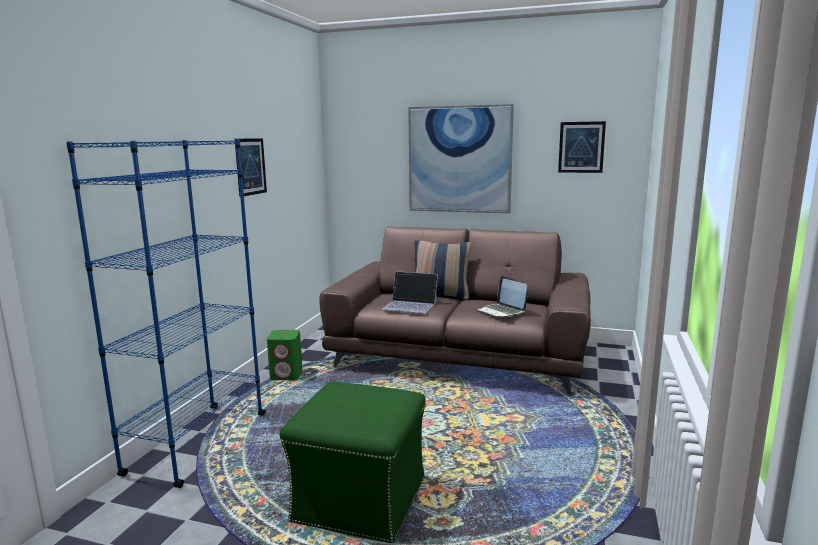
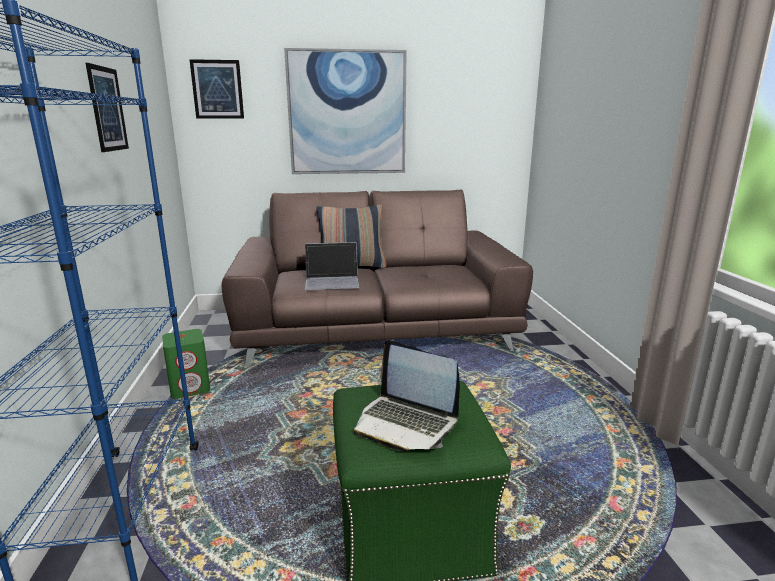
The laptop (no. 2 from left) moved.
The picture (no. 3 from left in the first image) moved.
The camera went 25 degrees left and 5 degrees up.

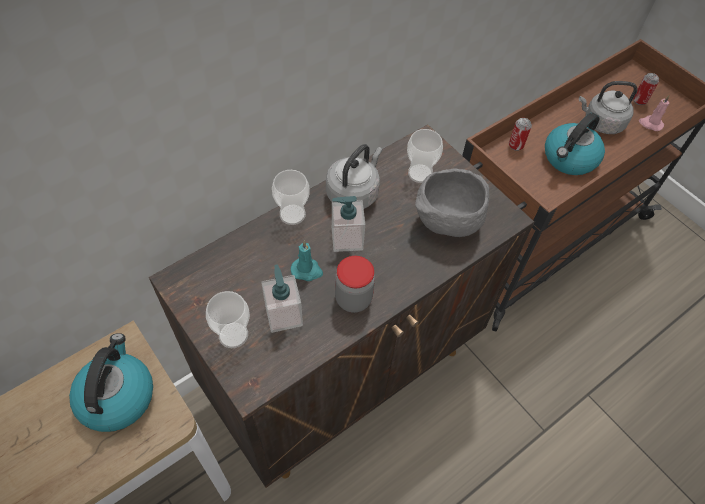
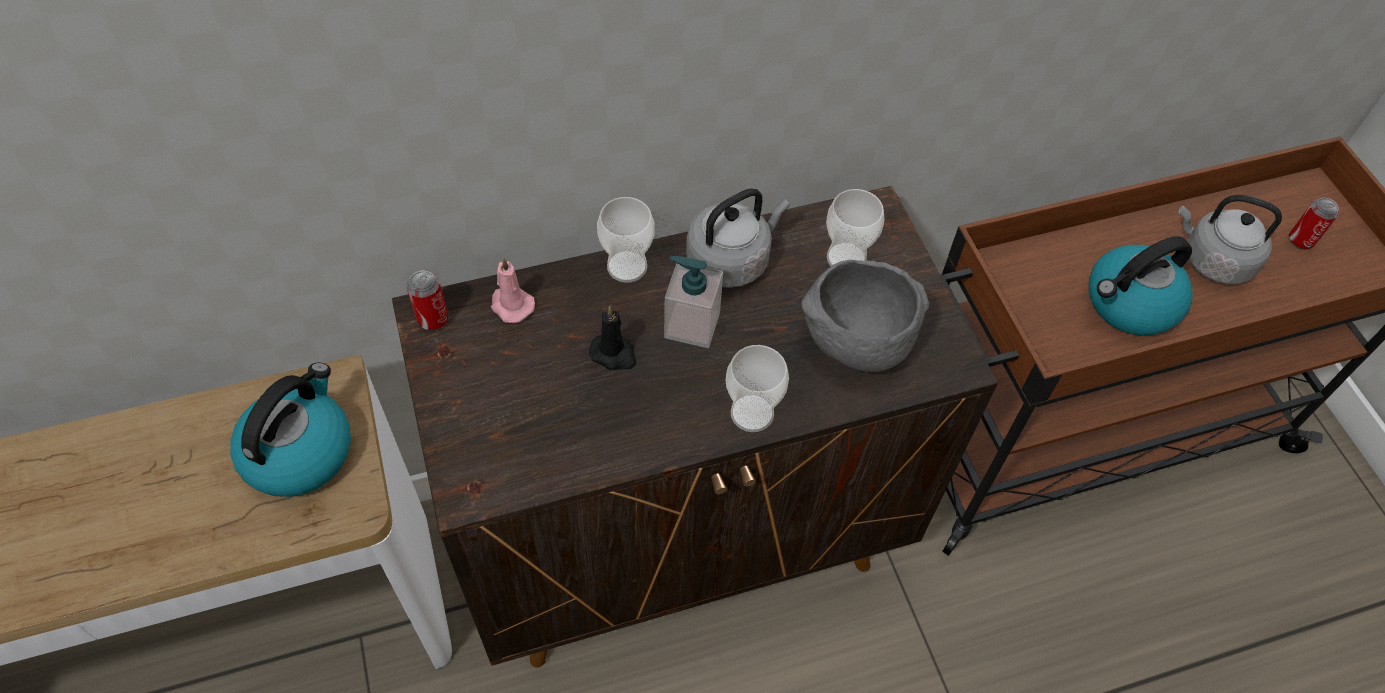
The cup (no. 1 from left in the first image) moved.
The soap dispenser (no. 1 from left) disappeared.
The candle in turquoise became the candle in black.
The jar disappeared.
The can (no. 1 from left) moved.
The candle in pink moved.
The camera went 20 degrees right and 0 degrees up.

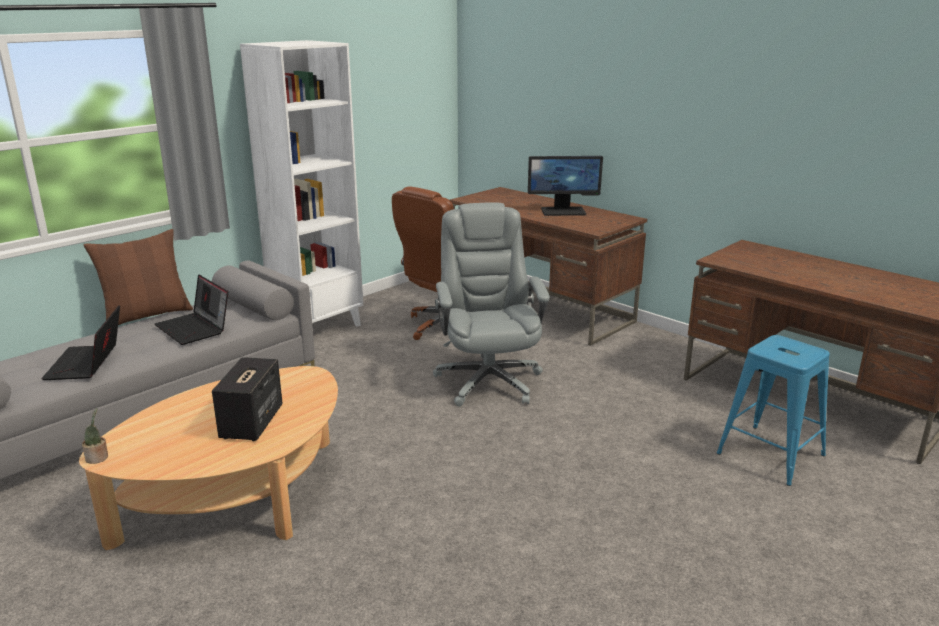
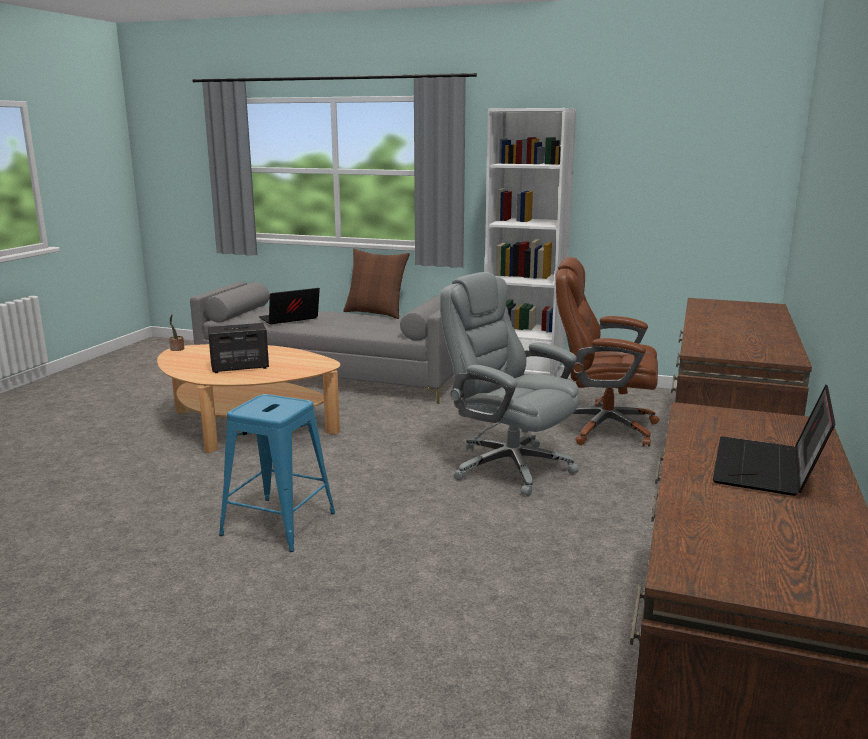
The laptop (no. 2 from left) moved.
The office chair in grey turned 105 degrees counterclockwise.
The monitor disappeared.
The stool in blue moved.
The camera went 65 degrees right and 5 degrees down.

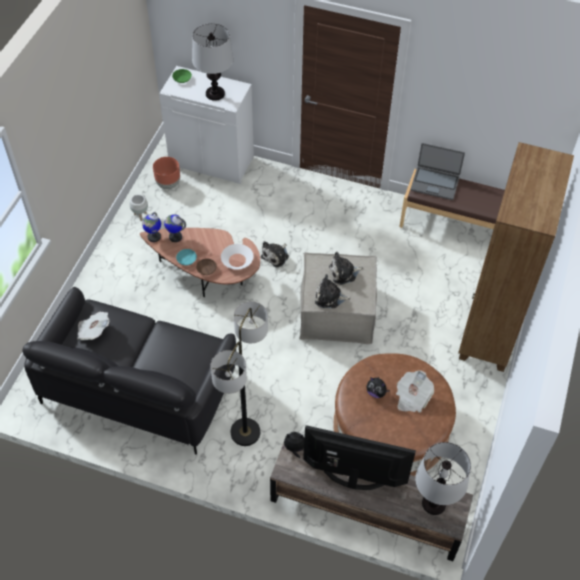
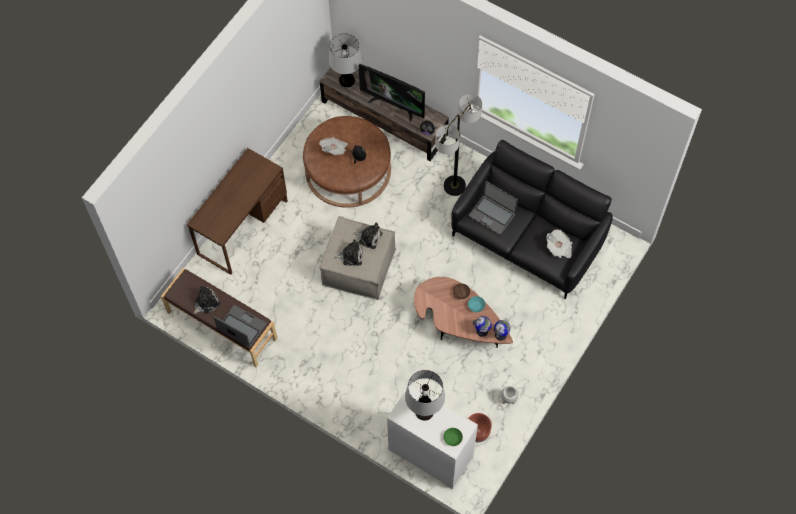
The bowl in white disappeared.
The plush toy (no. 1 from left) moved.
The bookcase in brown was replaced by the desk in brown.
The laptop (no. 2 from left) appeared.
The camera went 165 degrees left and 10 degrees up.

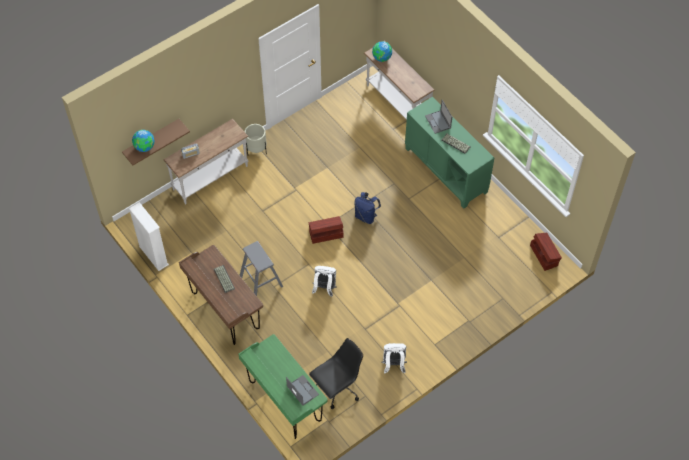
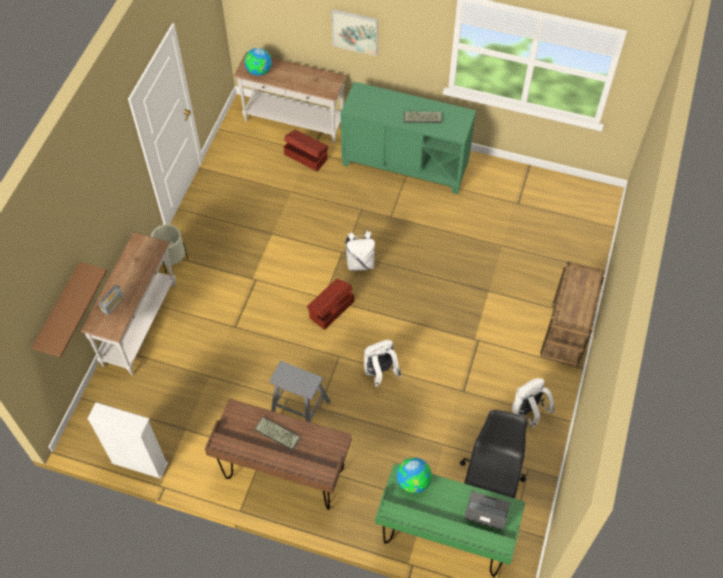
The globe (no. 1 from left in the first image) moved.
The backpack in blue became the backpack in white (no. 1 from left).
The laptop (no. 2 from left) disappeared.
The storage box in brown (no. 2 from left in the first image) moved.
The picture appeared.
The cart in brown appeared.
The camera went 35 degrees left and 0 degrees up.

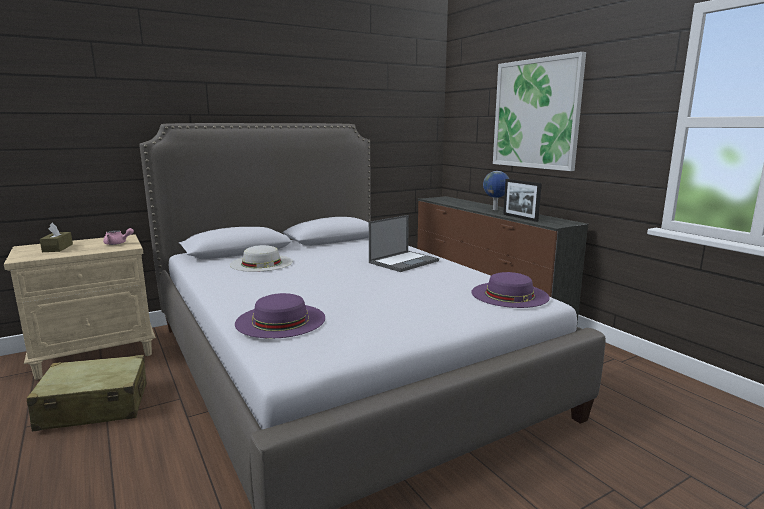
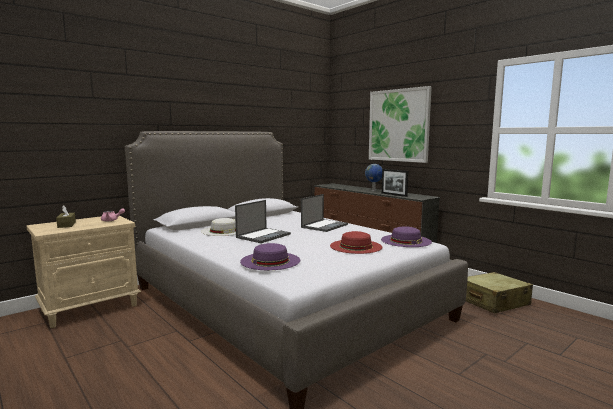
The suitcase in beige moved.
The laptop (no. 1 from left) appeared.
The hat in red appeared.
The camera went 10 degrees left and 5 degrees down.

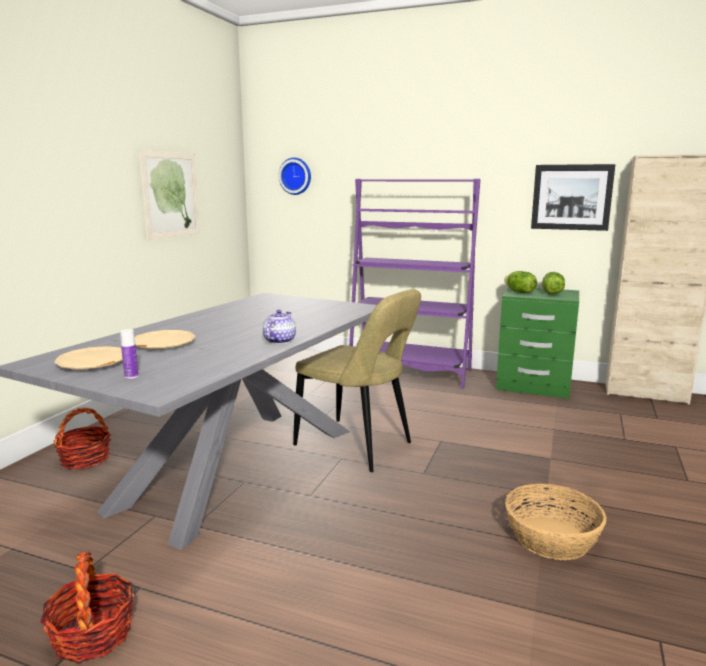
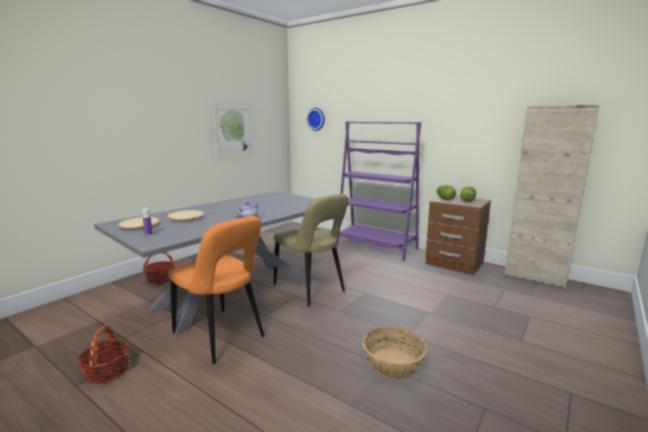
The nightstand in green became the nightstand in brown.
The picture (no. 2 from left) disappeared.
The chair in orange appeared.
The camera went 15 degrees right and 0 degrees up.

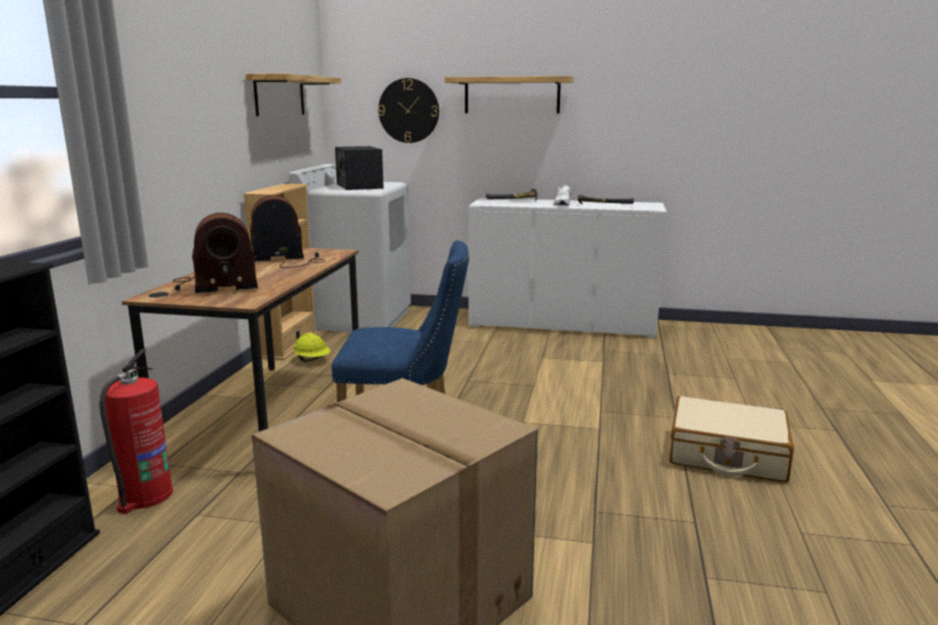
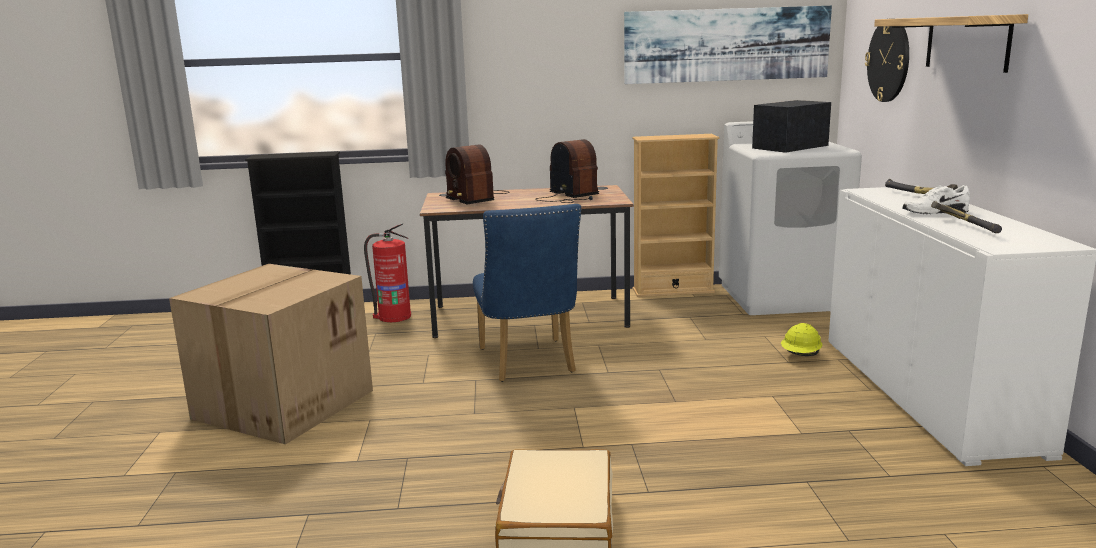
The shelf (no. 1 from left) was replaced by the picture.
The hard hat in yellow moved.
The camera went 75 degrees right and 0 degrees up.

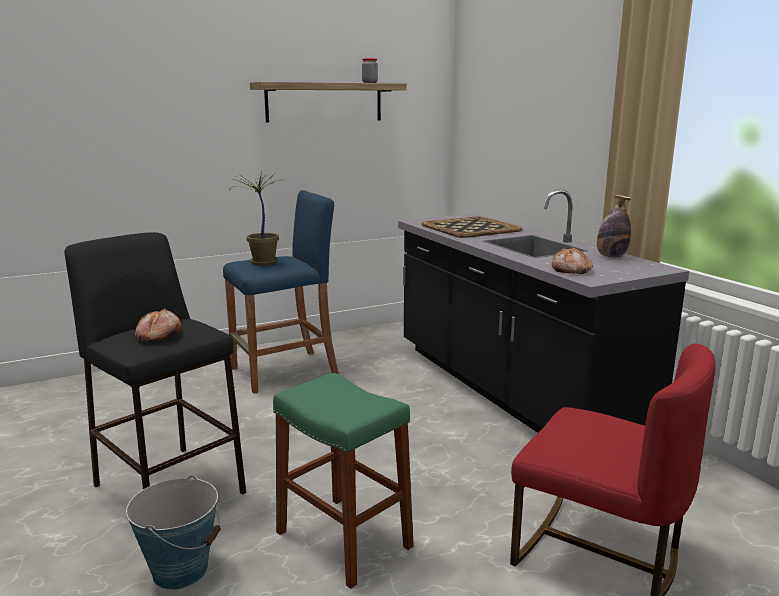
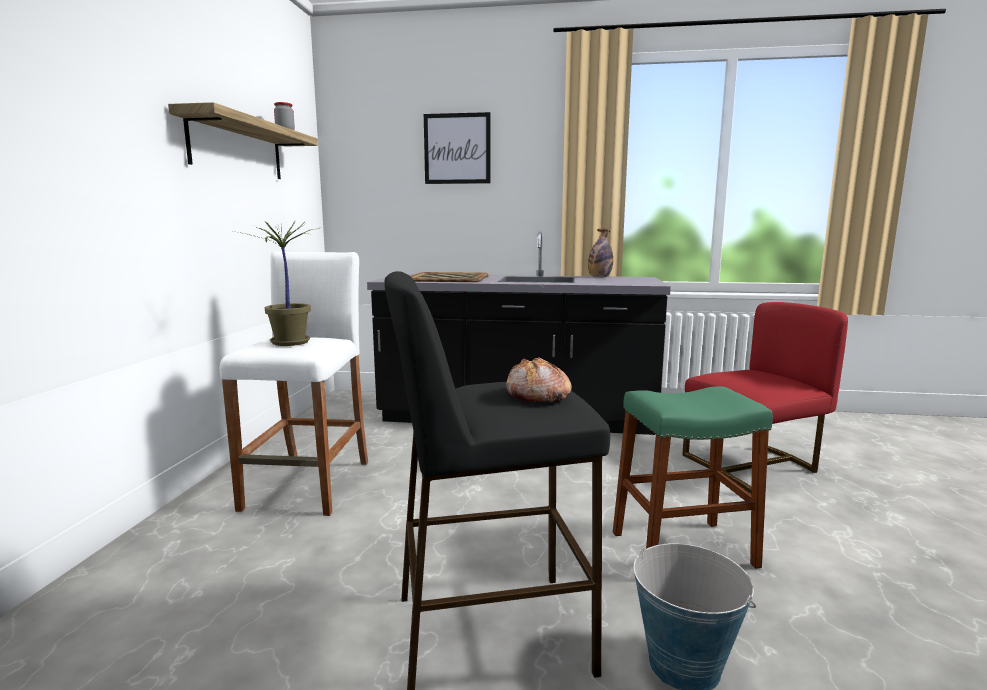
The stool in blue became the stool in white.
The bread (no. 2 from left) disappeared.
The picture appeared.
The camera went 55 degrees left and 5 degrees down.

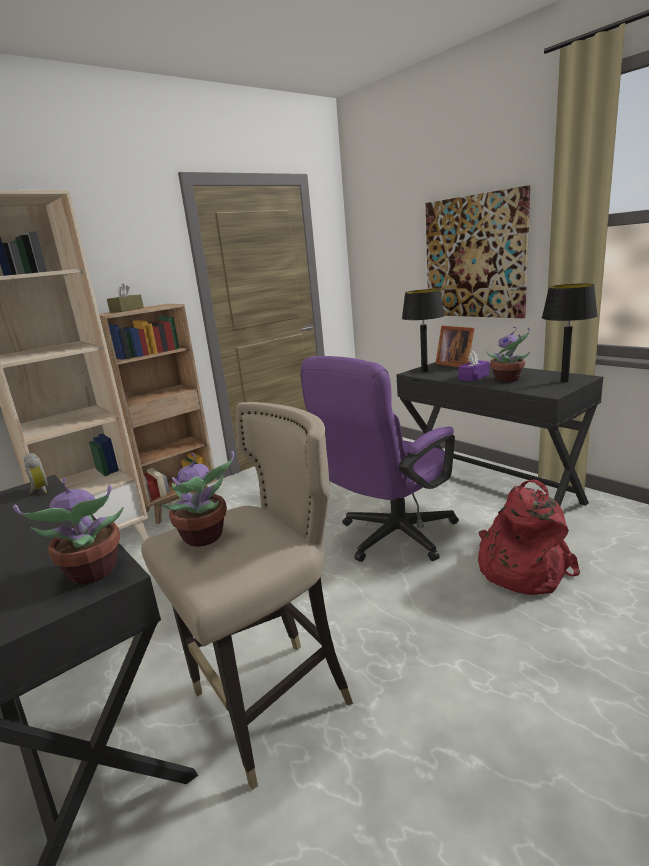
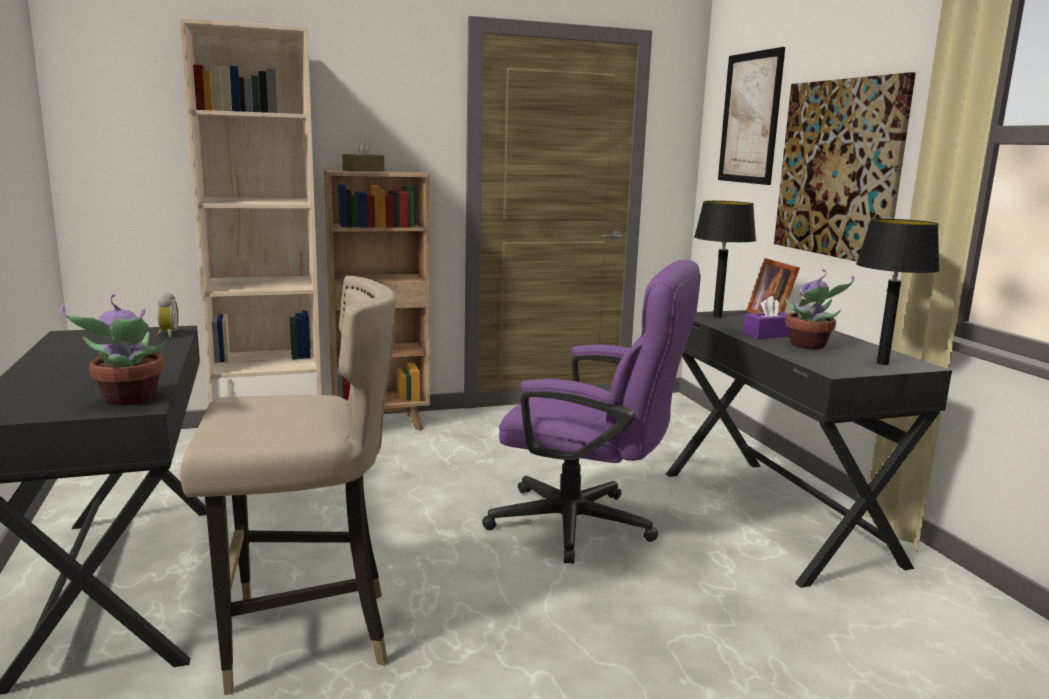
The potted plant (no. 2 from left) disappeared.
The office chair in purple turned 135 degrees counterclockwise.
The backpack in red disappeared.
The picture (no. 1 from left) appeared.
The camera went 20 degrees right and 5 degrees down.

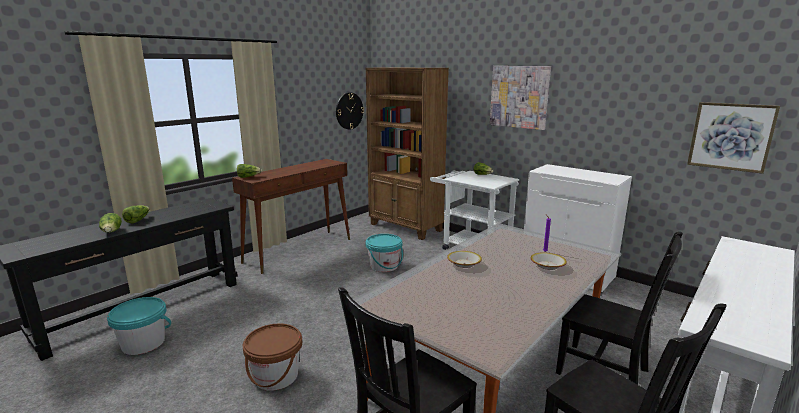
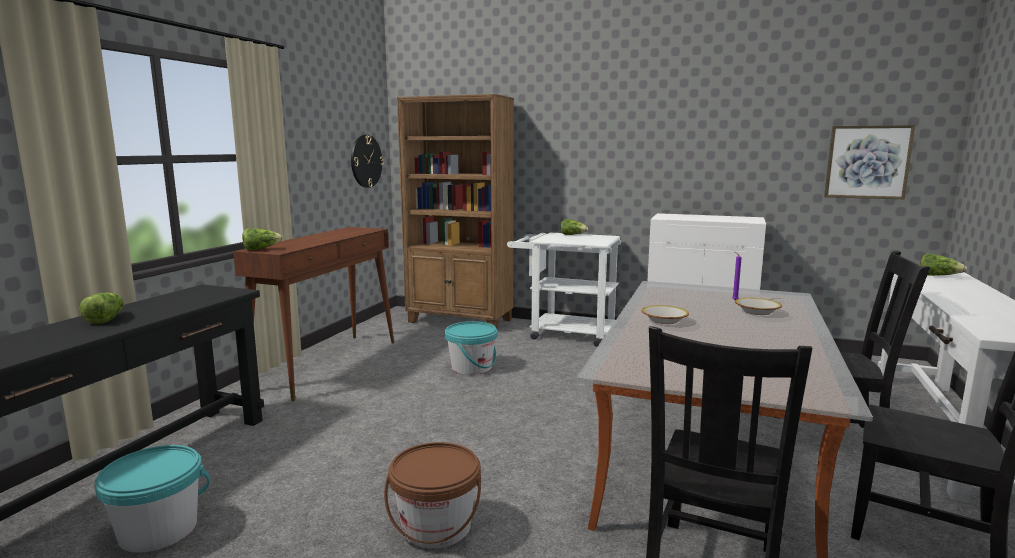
The lettuce (no. 1 from left in the first image) moved.
The picture (no. 1 from left) disappeared.
The camera went 20 degrees left and 5 degrees down.

